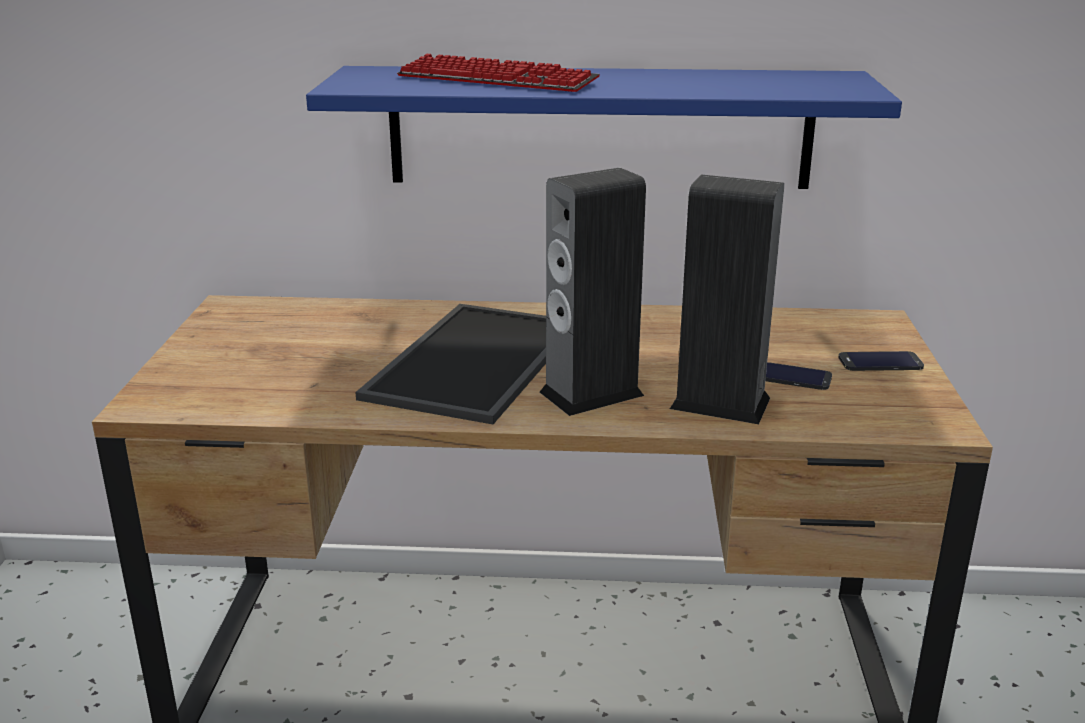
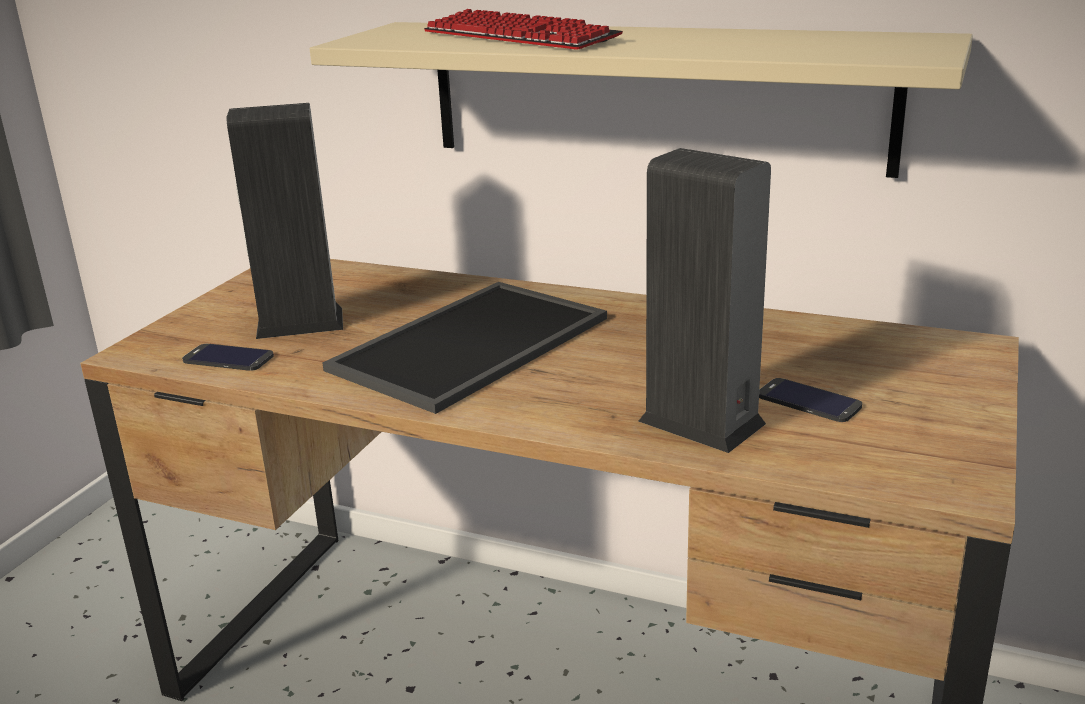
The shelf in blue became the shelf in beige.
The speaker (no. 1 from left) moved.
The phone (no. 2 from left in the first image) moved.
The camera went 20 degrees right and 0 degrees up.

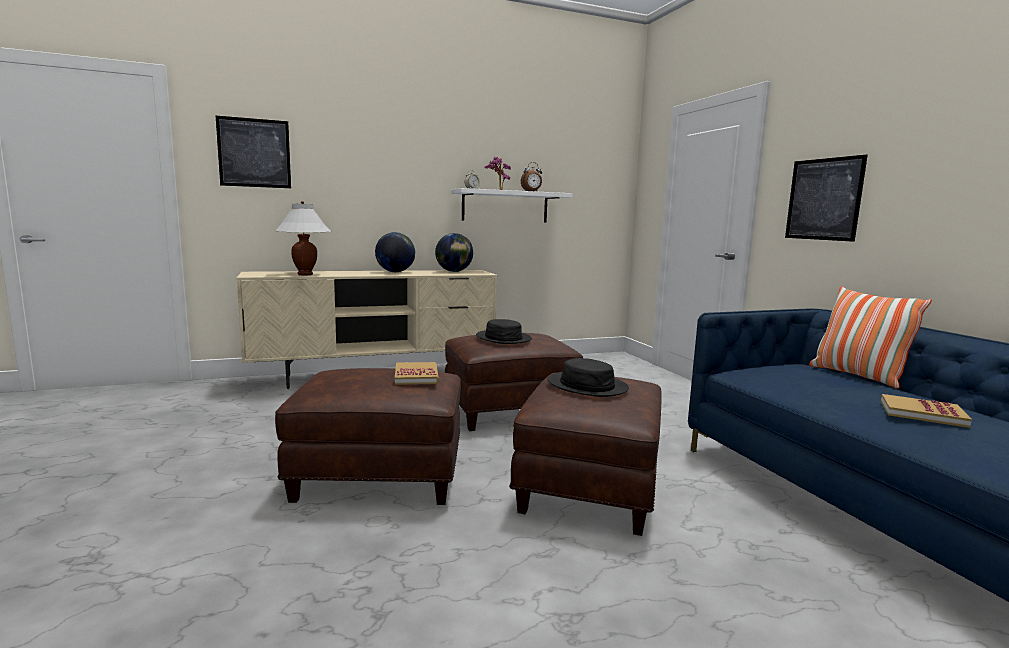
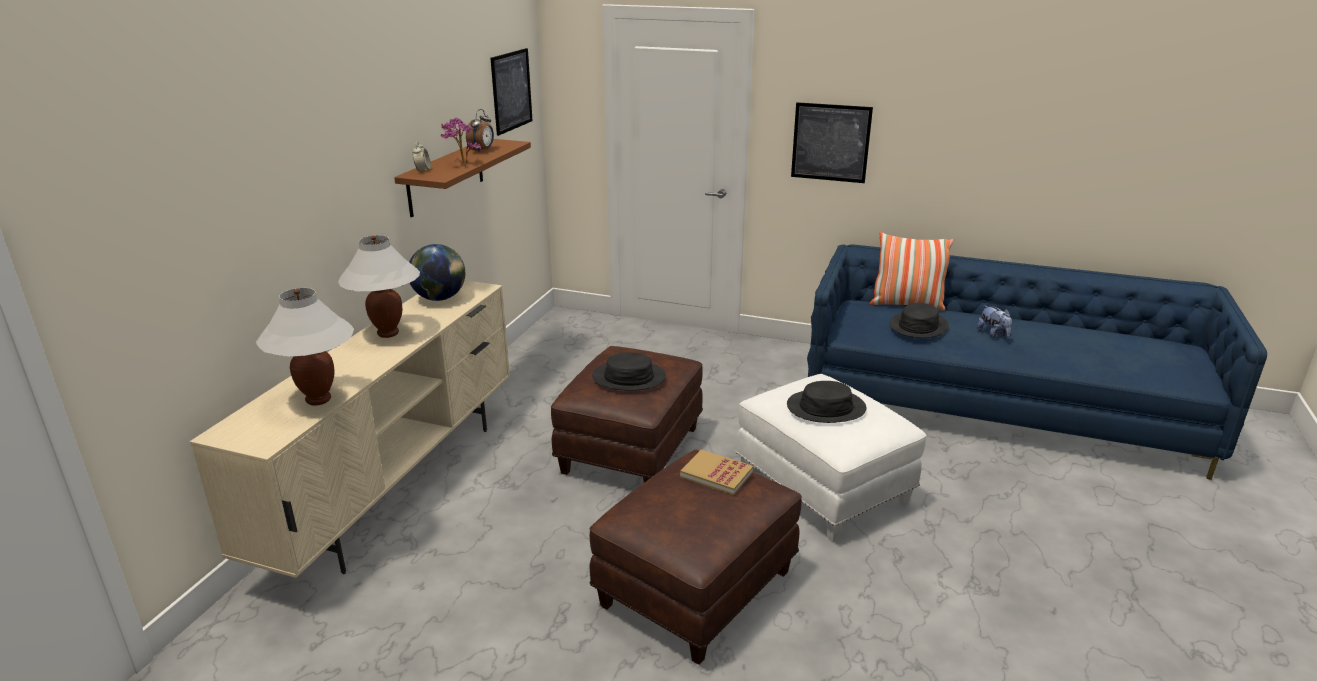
The picture (no. 1 from left) moved.
The globe (no. 1 from left) was replaced by the table lamp in white (no. 2 from left).
The shelf in white became the shelf in brown.
The ottoman in brown (no. 3 from left) became the ottoman in white.
The book (no. 2 from left) was replaced by the plush toy.
The hat in black (no. 3 from left) appeared.
The camera went 50 degrees left and 15 degrees up.

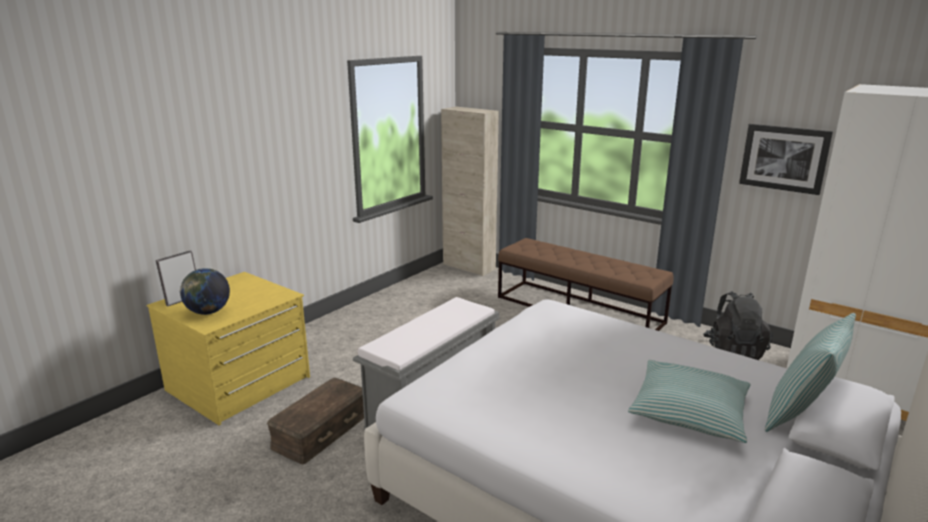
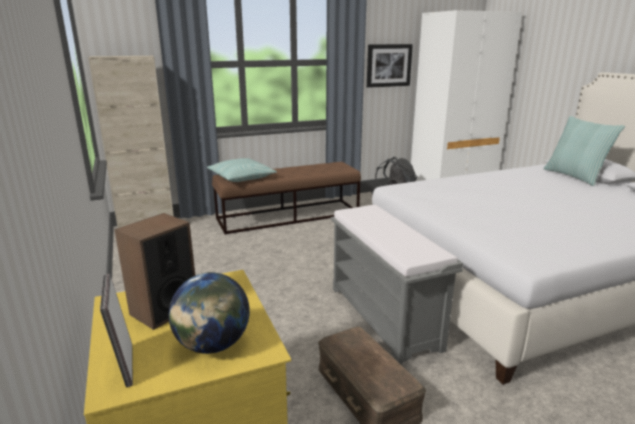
The pillow (no. 1 from left) moved.
The speaker appeared.
The camera went 60 degrees left and 0 degrees up.

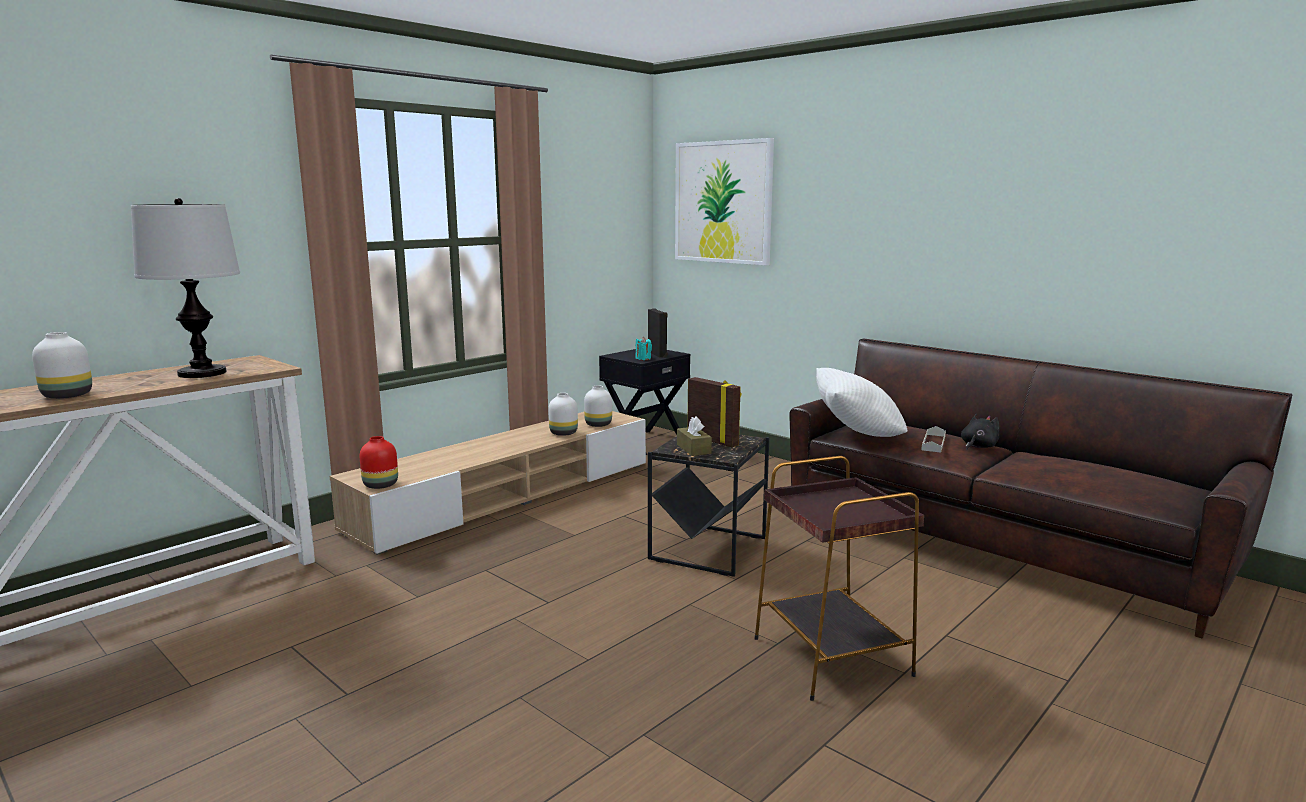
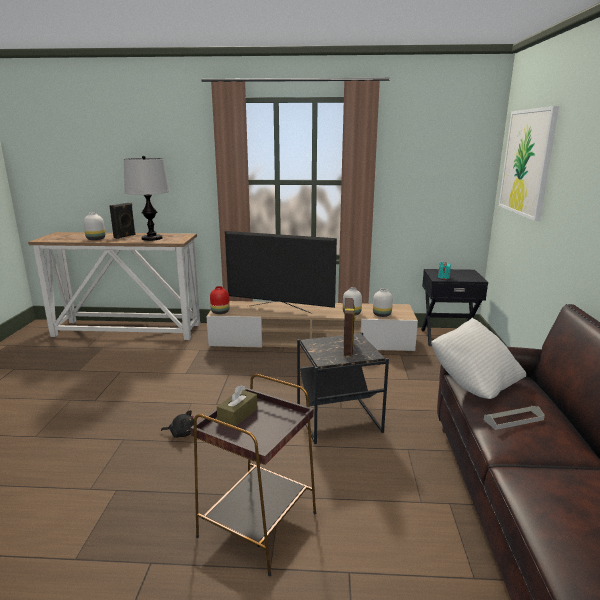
The speaker in black moved.
The tissue box in brown moved.
The plush toy in black moved.
The television appeared.
The camera went 50 degrees right and 5 degrees up.

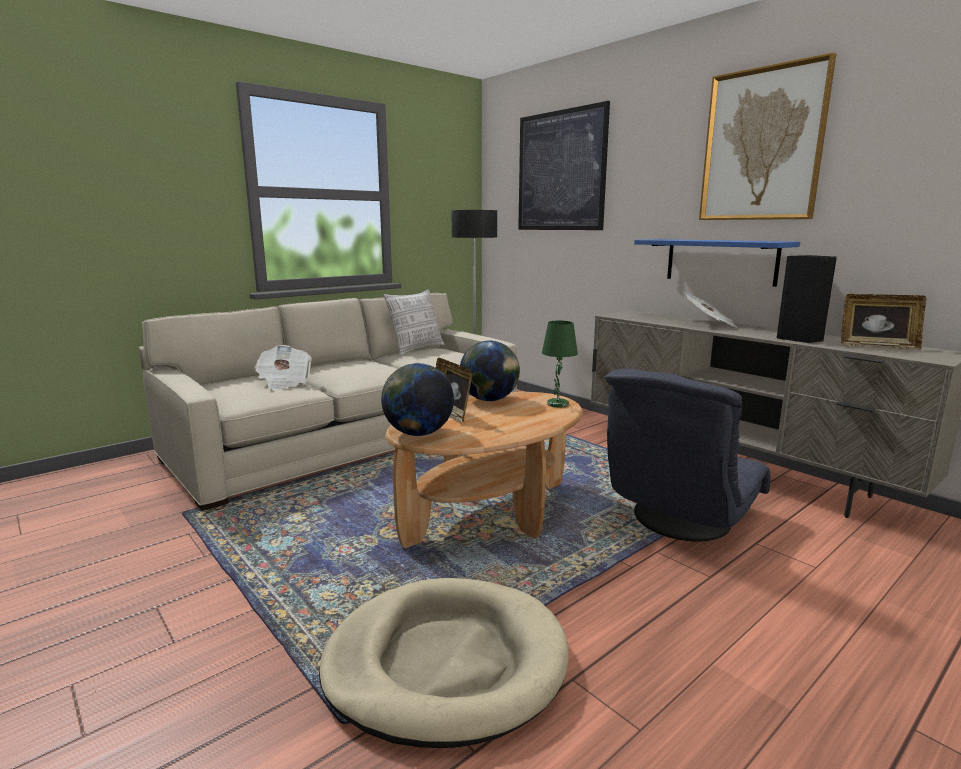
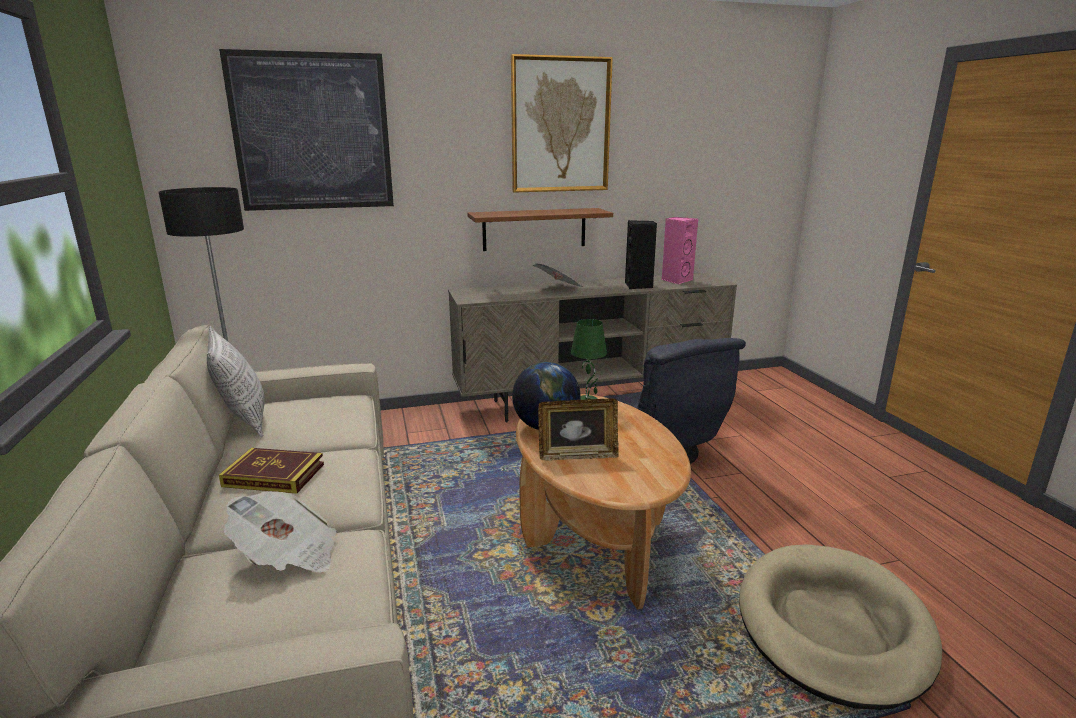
The globe (no. 1 from left) disappeared.
The shelf in blue became the shelf in brown.
The picture frame (no. 2 from left) was replaced by the speaker in pink.
The book appeared.
The camera went 65 degrees left and 5 degrees up.

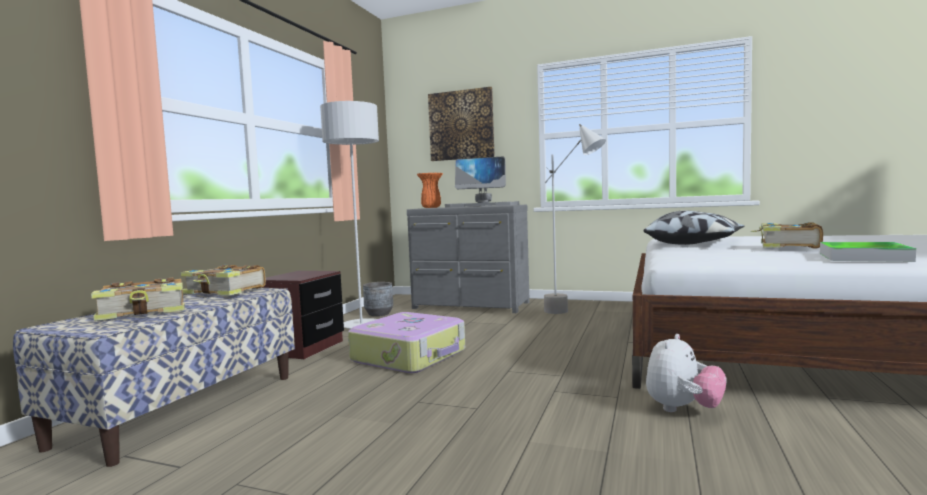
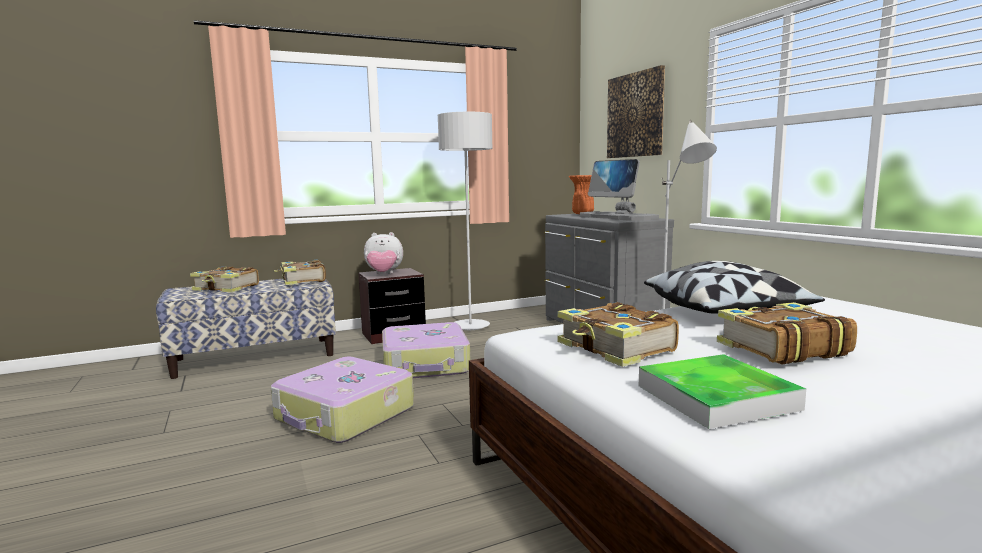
The planter in grey disappeared.
The plush toy moved.
The suitcase (no. 1 from left) appeared.
The book (no. 3 from left) appeared.
The camera went 45 degrees right and 5 degrees up.

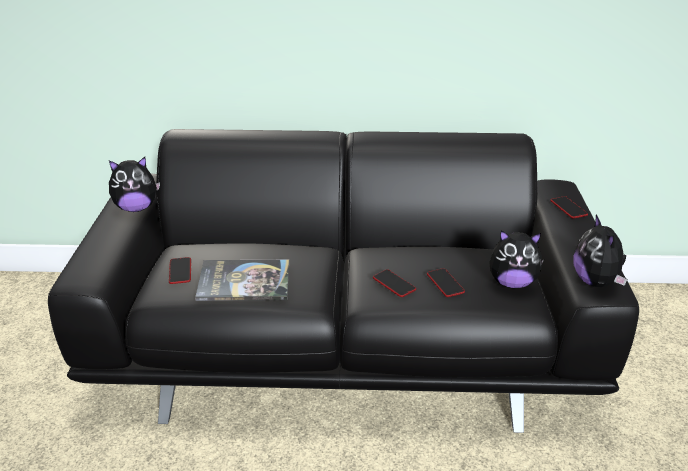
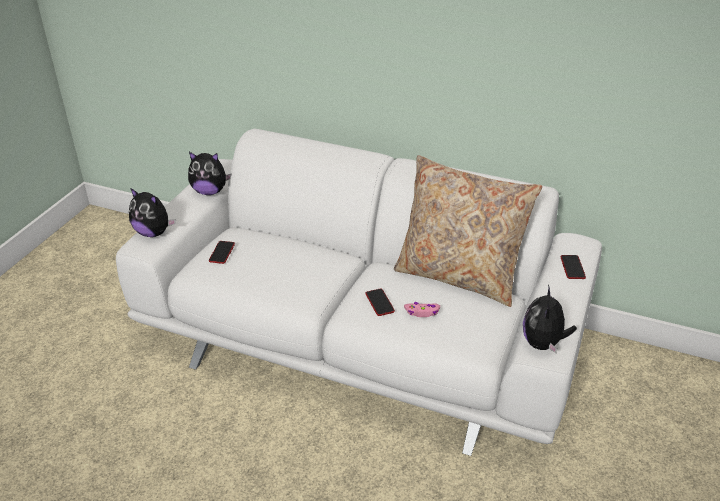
The sofa in black became the sofa in white.
The book disappeared.
The phone (no. 3 from left) was replaced by the game controller in pink.
The plush toy (no. 2 from left in the first image) moved.
The pillow in beige appeared.
The camera went 20 degrees right and 5 degrees up.

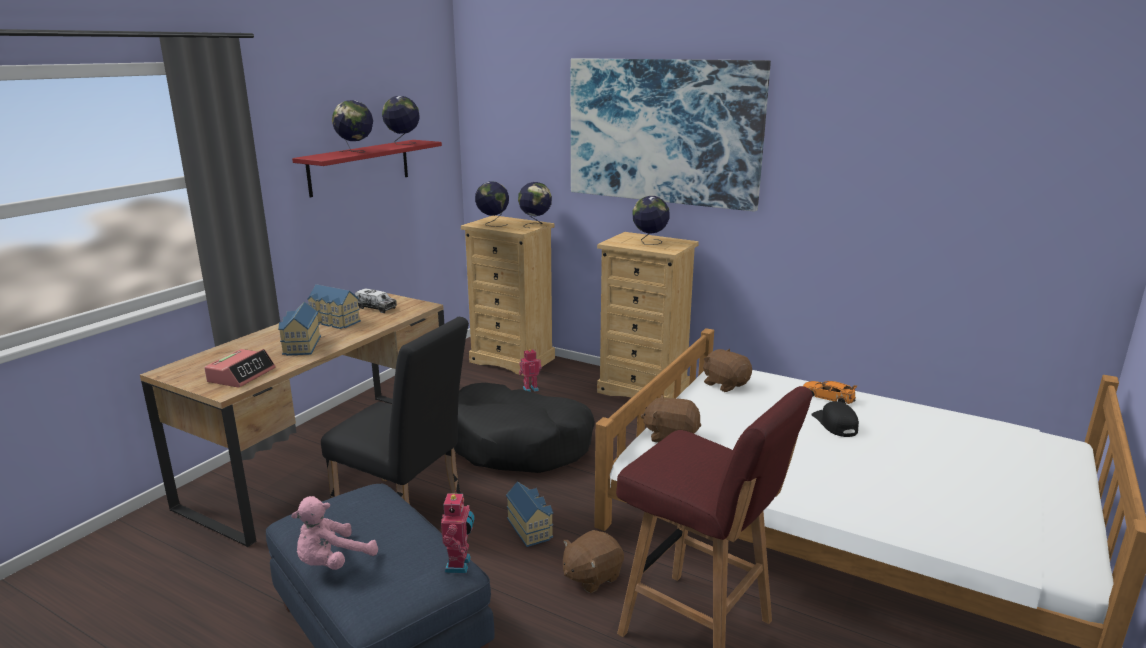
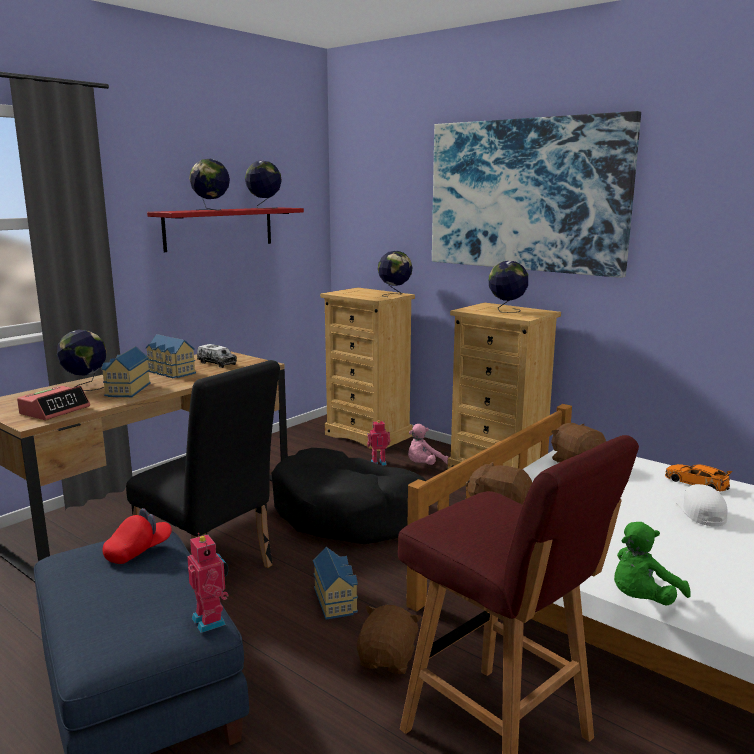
The plush toy in pink moved.
The toy robot (no. 1 from left) turned 45 degrees counterclockwise.
The globe (no. 3 from left in the first image) moved.
The plush toy in brown (no. 1 from left) turned 135 degrees clockwise.
The cap in black became the cap in white.
The cap in red appeared.
The plush toy in green appeared.
The camera went 10 degrees right and 5 degrees down.

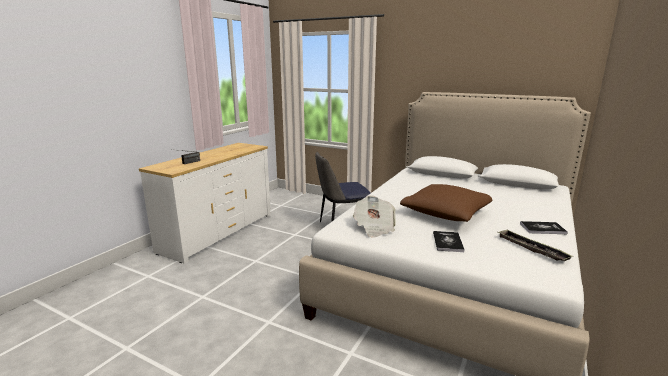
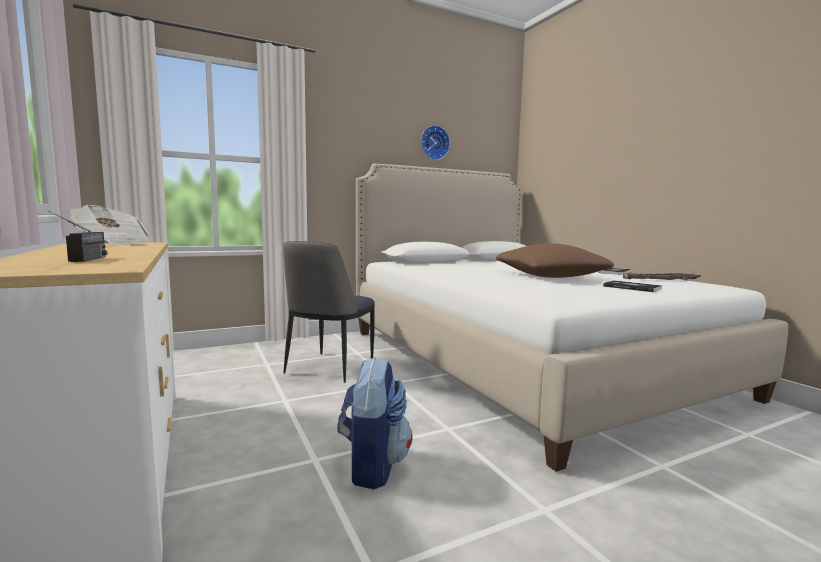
The newspaper moved.
The backpack appeared.
The wall clock appeared.
The camera went 55 degrees left and 10 degrees down.

